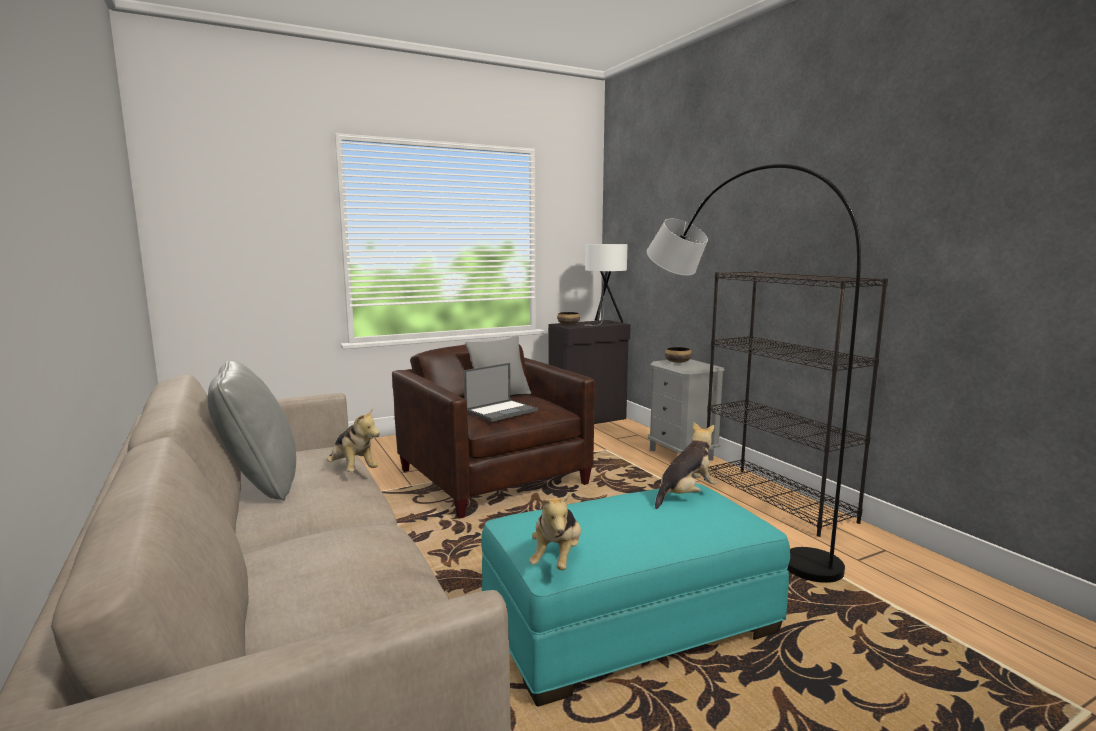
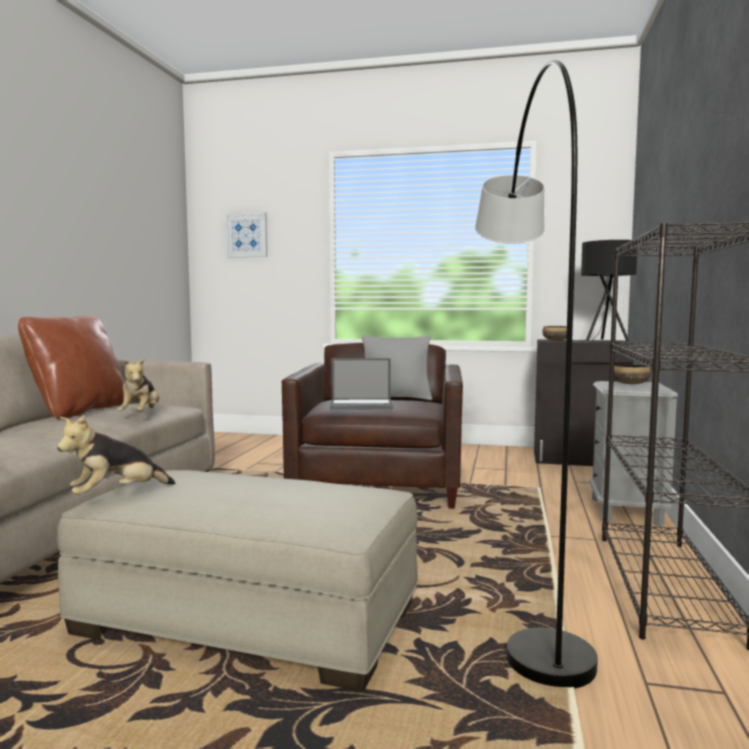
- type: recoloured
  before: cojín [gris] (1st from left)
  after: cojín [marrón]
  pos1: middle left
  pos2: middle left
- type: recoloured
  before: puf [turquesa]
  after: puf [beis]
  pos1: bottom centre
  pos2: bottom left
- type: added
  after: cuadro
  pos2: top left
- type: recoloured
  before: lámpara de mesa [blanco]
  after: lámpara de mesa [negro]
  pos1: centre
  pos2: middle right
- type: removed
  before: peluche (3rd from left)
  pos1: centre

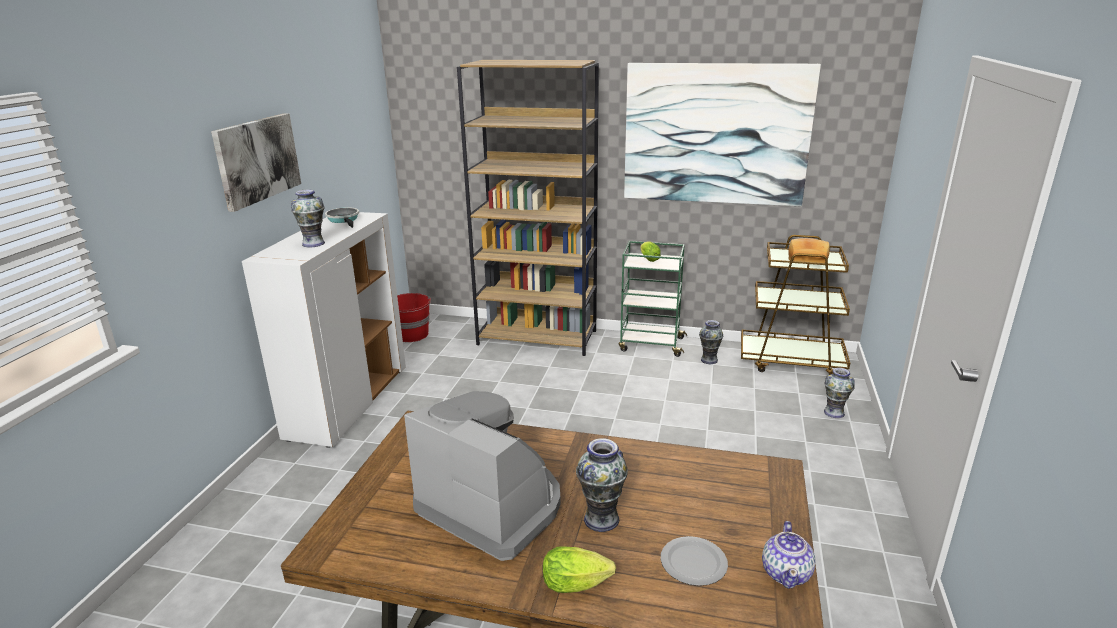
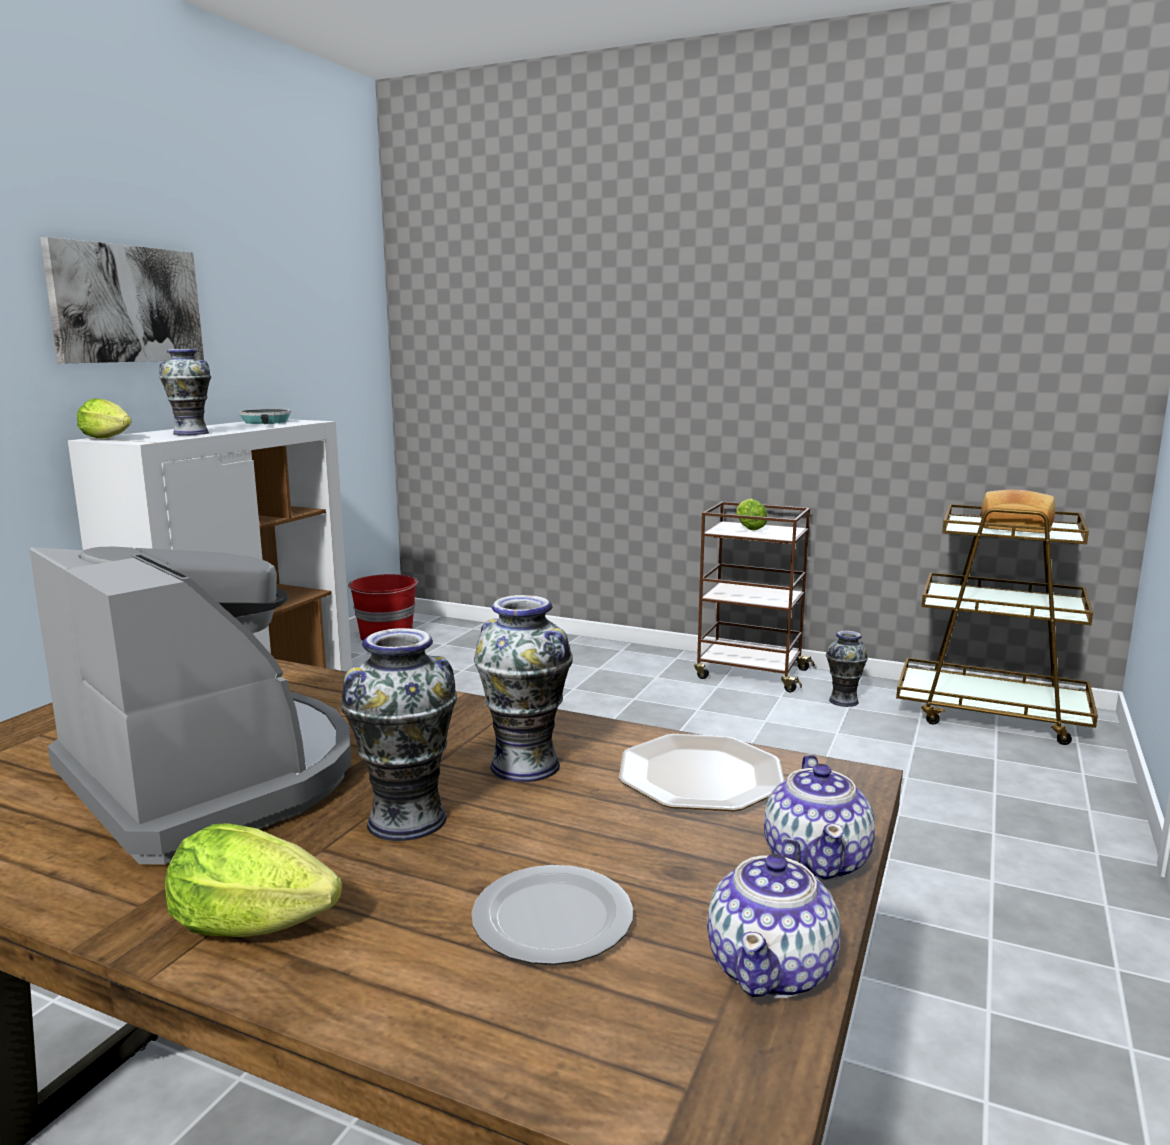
- type: added
  after: lechuga (1st from left)
  pos2: middle left
- type: moved
  before: florero (4th from left in the first image)
  after: florero (3rd from left)
  pos1: middle right
  pos2: centre
- type: added
  after: plato (2nd from left)
  pos2: bottom centre
- type: recoloured
  before: carrito [verde]
  after: carrito [marrón] (1st from left)
  pos1: centre
  pos2: centre
- type: added
  after: tetera (2nd from left)
  pos2: bottom right
- type: removed
  before: estantería [marrón]
  pos1: top centre
- type: removed
  before: cuadro (2nd from left)
  pos1: top centre

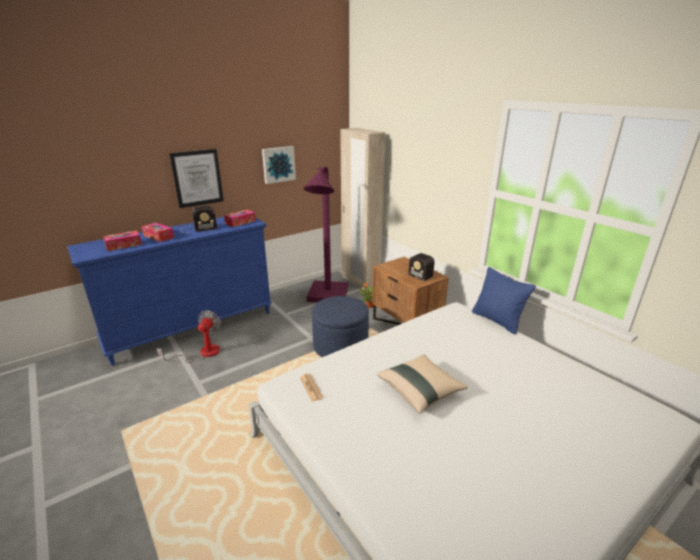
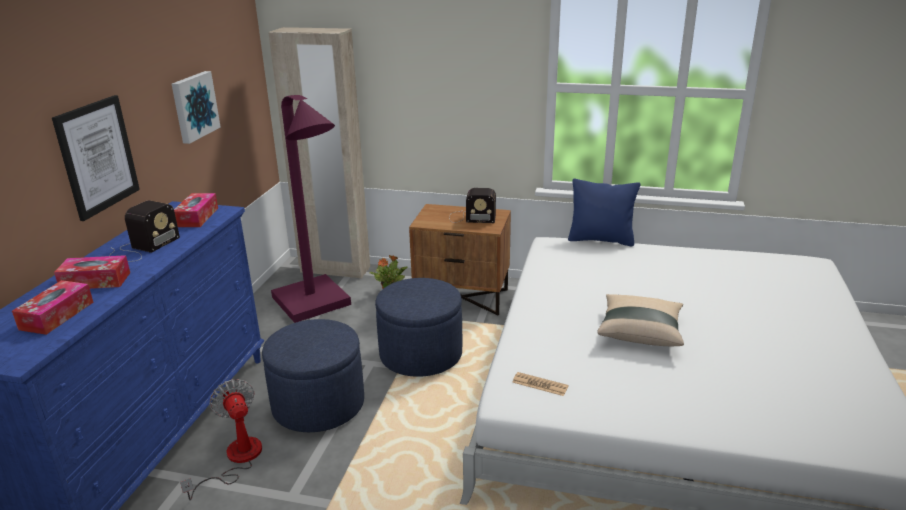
- type: added
  after: puf [azul] (1st from left)
  pos2: bottom centre

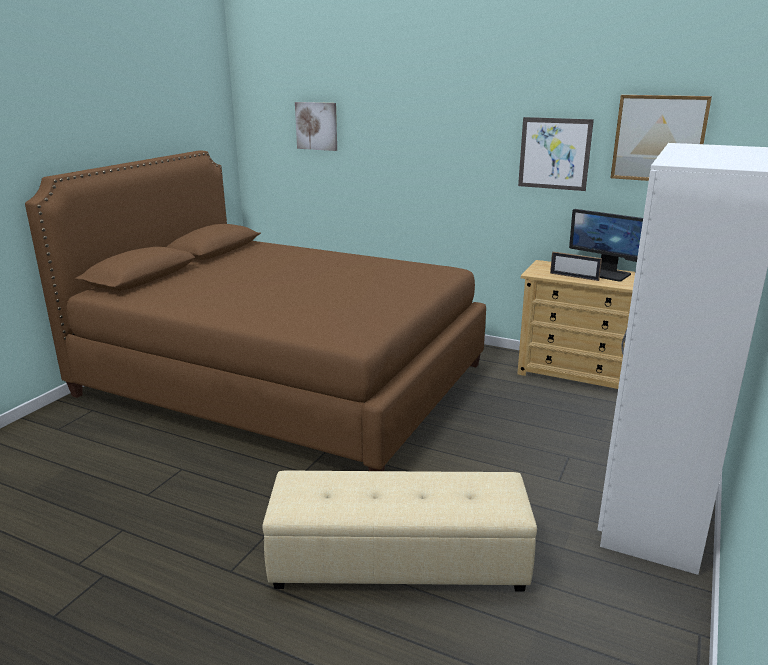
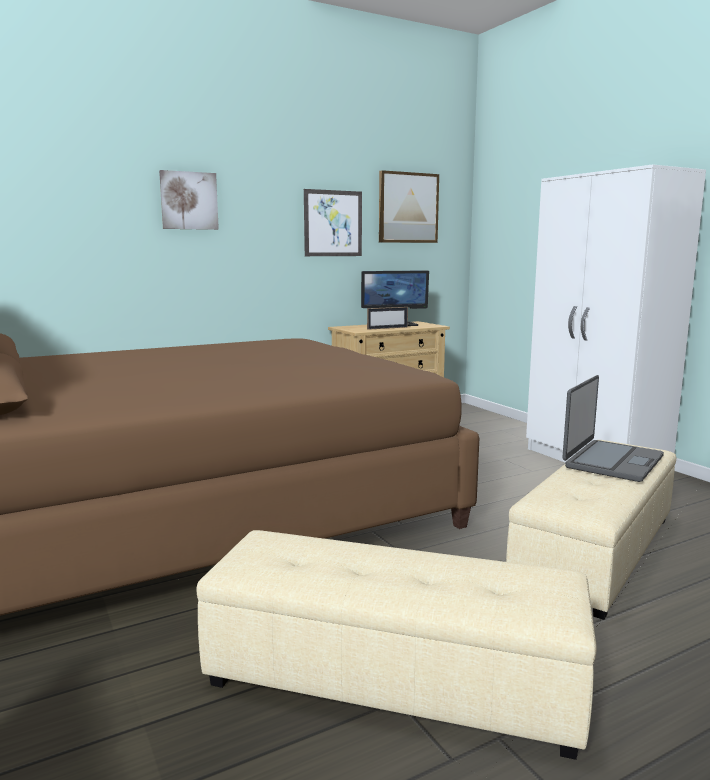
- type: moved
  before: cuadro (1st from left)
  pos1: top centre
  pos2: top left
- type: added
  after: puf [beis] (1st from left)
  pos2: bottom centre
- type: added
  after: portátil
  pos2: middle right

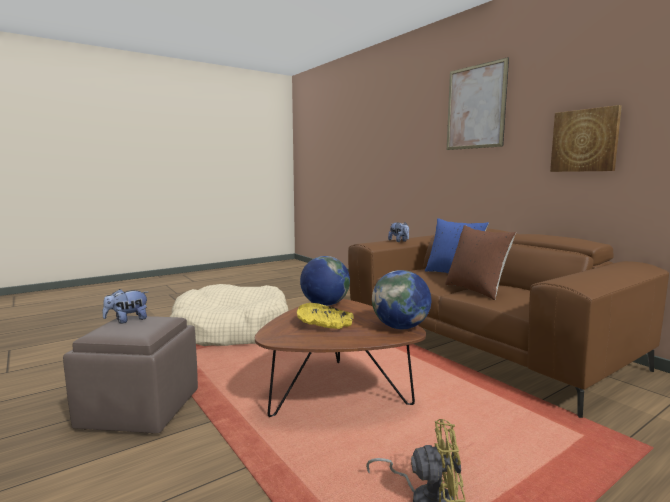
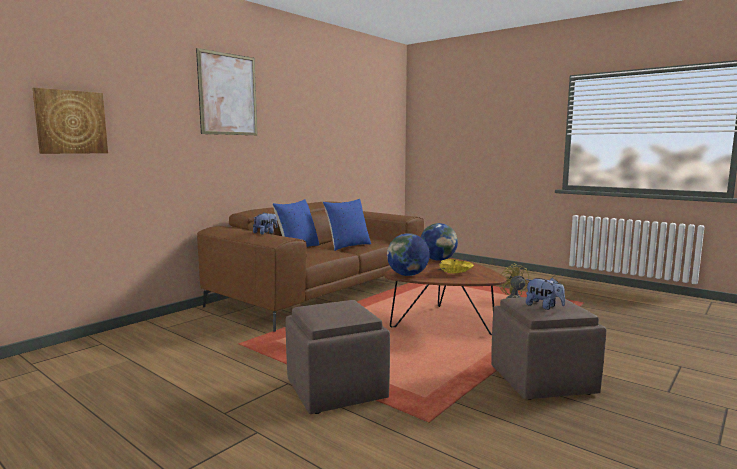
- type: moved
  before: cuadro (2nd from left in the first image)
  after: cuadro (1st from left)
  pos1: top right
  pos2: top left
- type: replaced
  before: cama para perro [beis]
  after: puf [marrón] (1st from left)
  pos1: centre
  pos2: bottom centre
- type: recoloured
  before: cojín [marrón]
  after: cojín [azul] (2nd from left)
  pos1: middle right
  pos2: centre

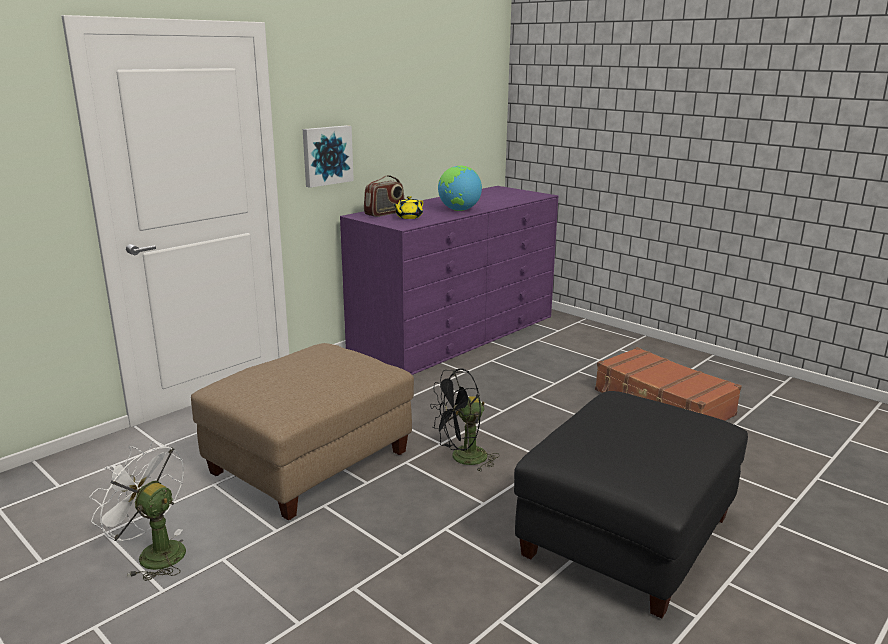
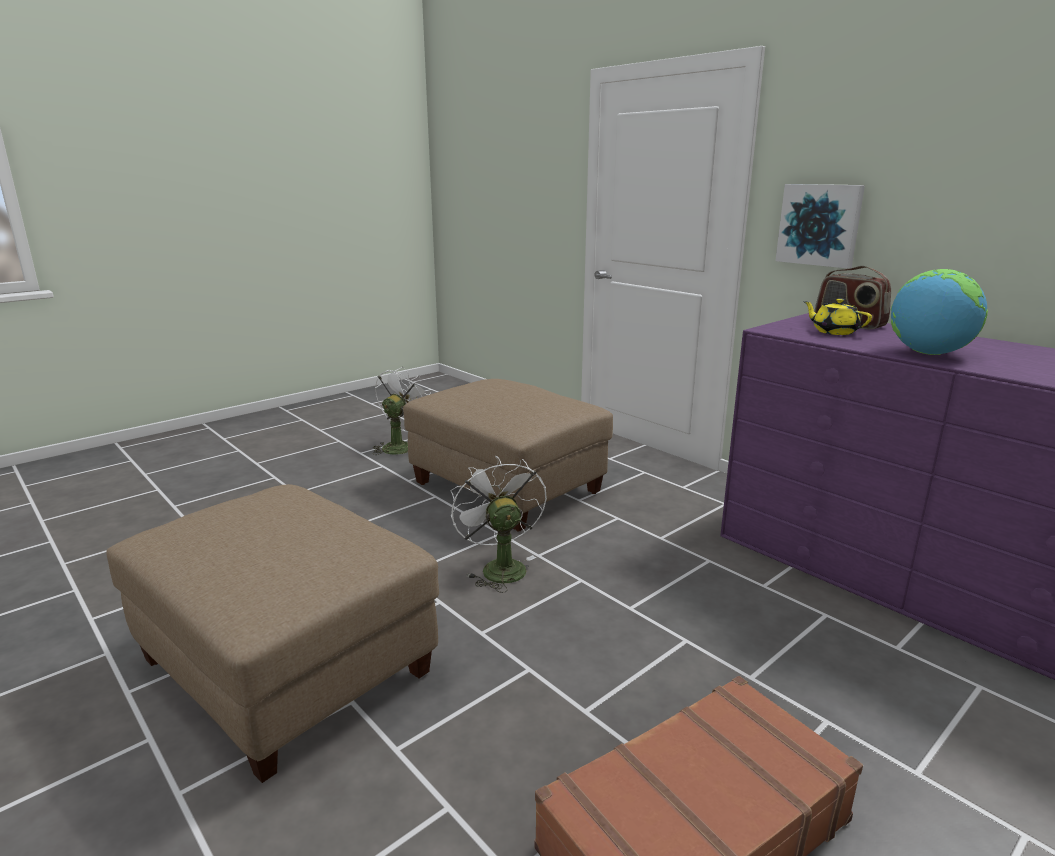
- type: recoloured
  before: puf [negro]
  after: puf [beis] (1st from left)
  pos1: bottom right
  pos2: bottom left
- type: recoloured
  before: ventilador [negro]
  after: ventilador [blanco] (2nd from left)
  pos1: centre
  pos2: centre

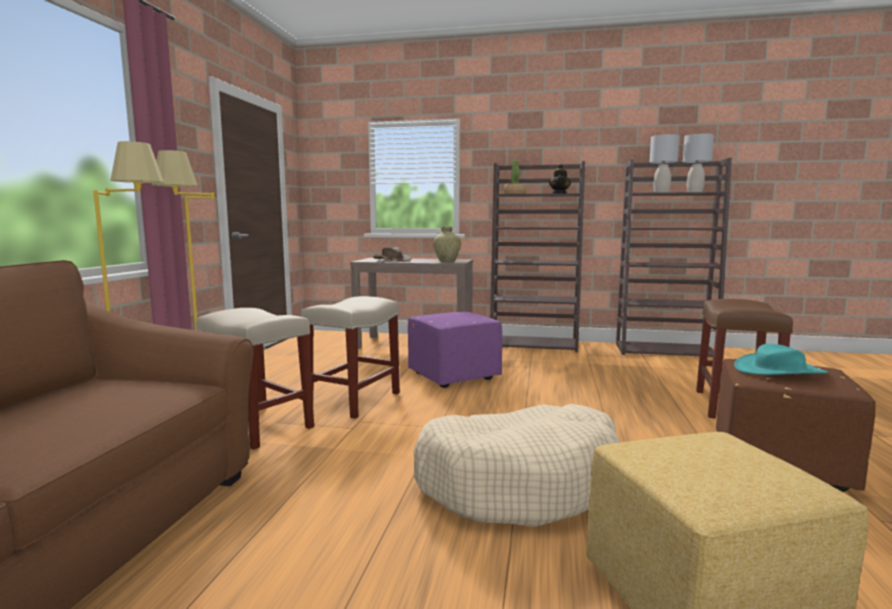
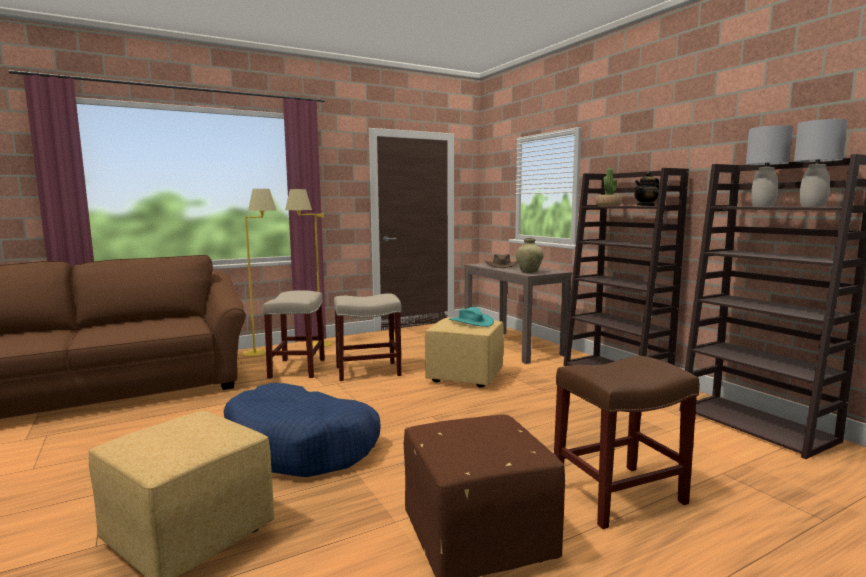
- type: recoloured
  before: cama para perro [beis]
  after: cama para perro [azul]
  pos1: bottom centre
  pos2: bottom centre
- type: recoloured
  before: puf [morado]
  after: puf [amarillo] (2nd from left)
  pos1: centre
  pos2: centre
- type: moved
  before: sombrero [turquesa]
  pos1: middle right
  pos2: centre

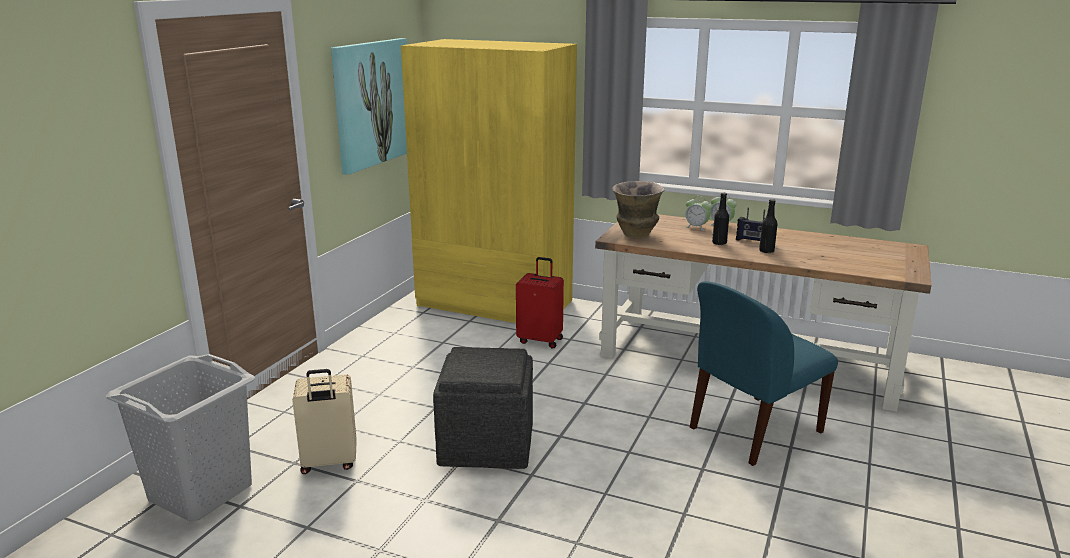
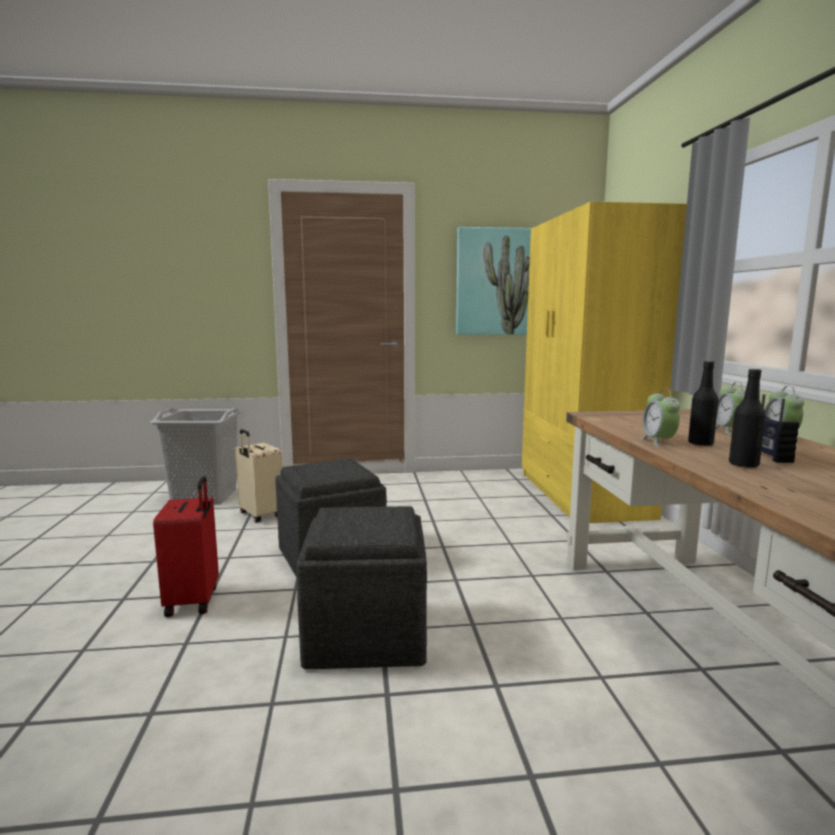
- type: moved
  before: maleta [rojo]
  pos1: centre
  pos2: middle left
- type: added
  after: puf [gris] (2nd from left)
  pos2: bottom centre
- type: added
  after: despertador (1st from left)
  pos2: middle right
- type: removed
  before: florero
  pos1: centre
- type: removed
  before: silla [azul]
  pos1: bottom right

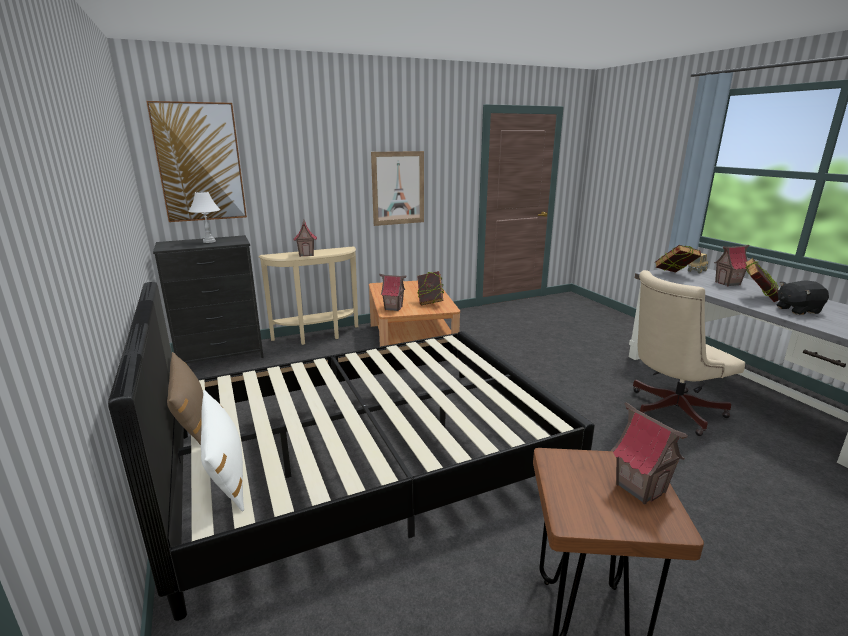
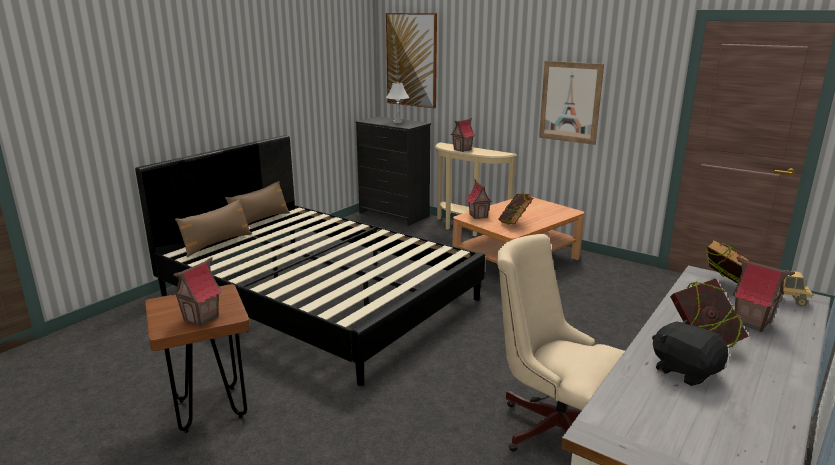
- type: recoloured
  before: cojín [blanco]
  after: cojín [marrón] (1st from left)
  pos1: bottom left
  pos2: middle left

